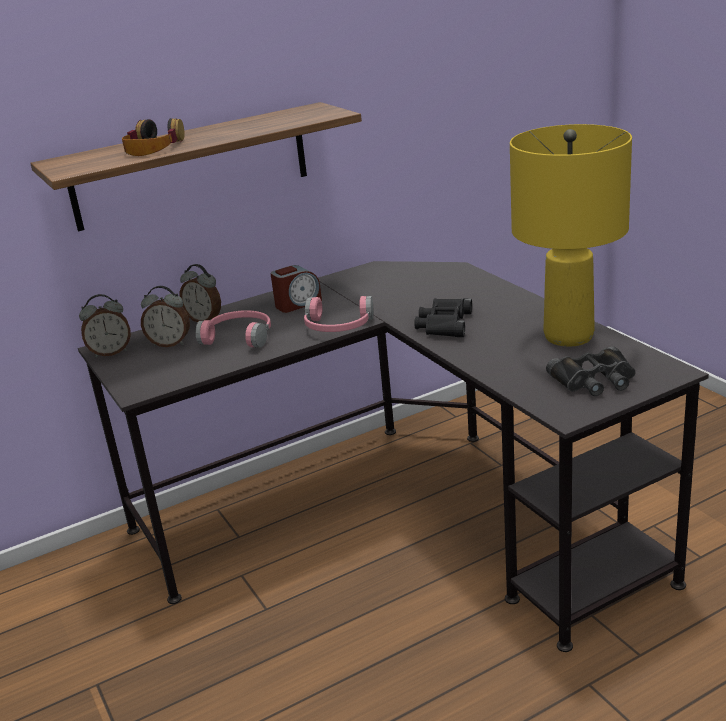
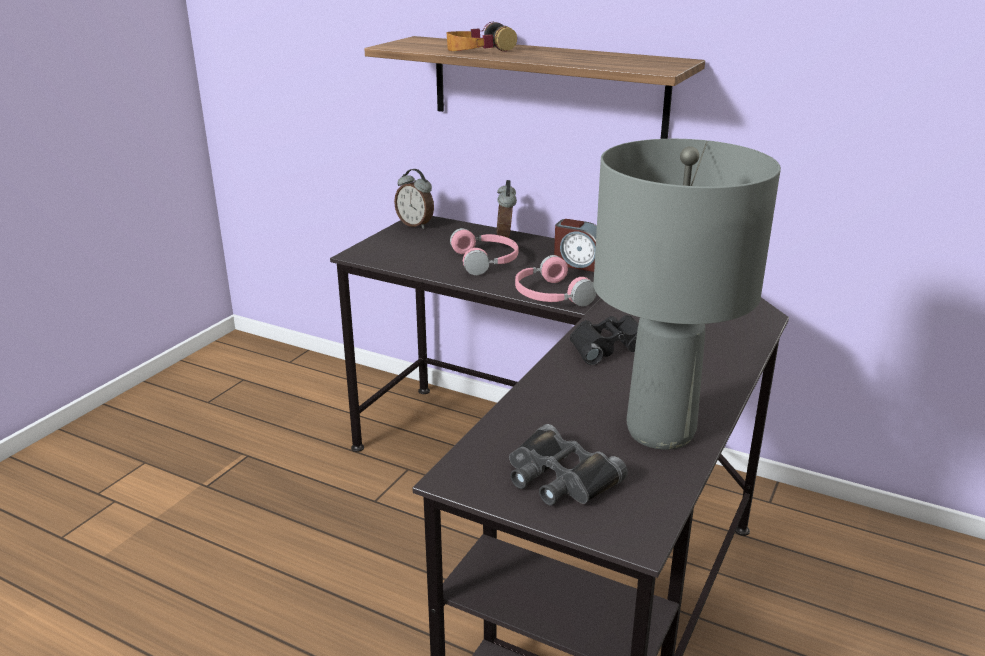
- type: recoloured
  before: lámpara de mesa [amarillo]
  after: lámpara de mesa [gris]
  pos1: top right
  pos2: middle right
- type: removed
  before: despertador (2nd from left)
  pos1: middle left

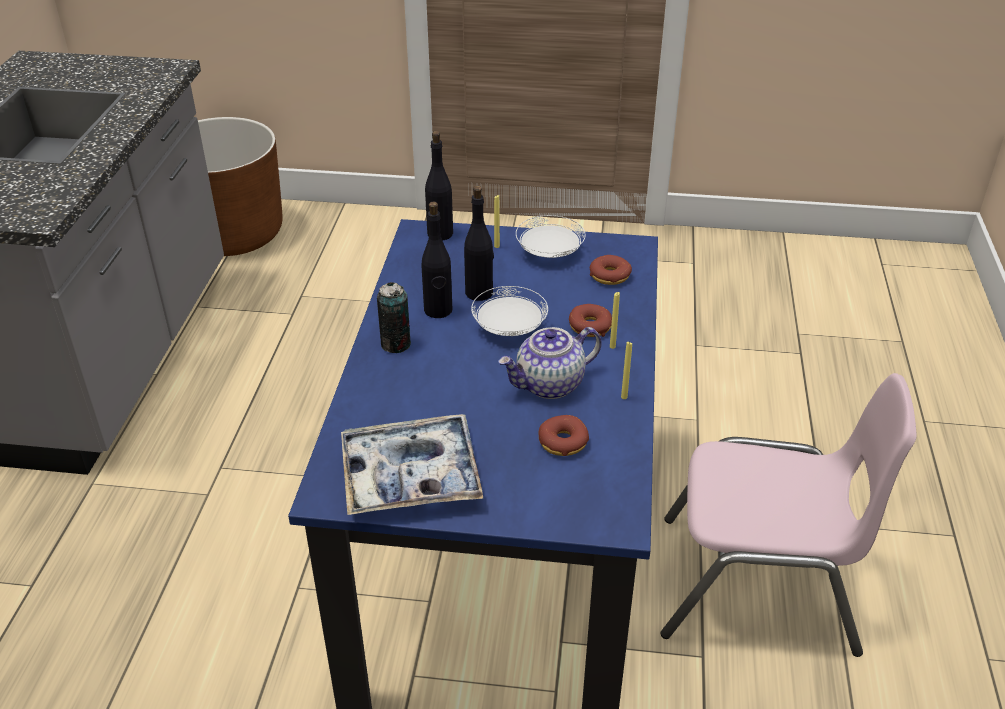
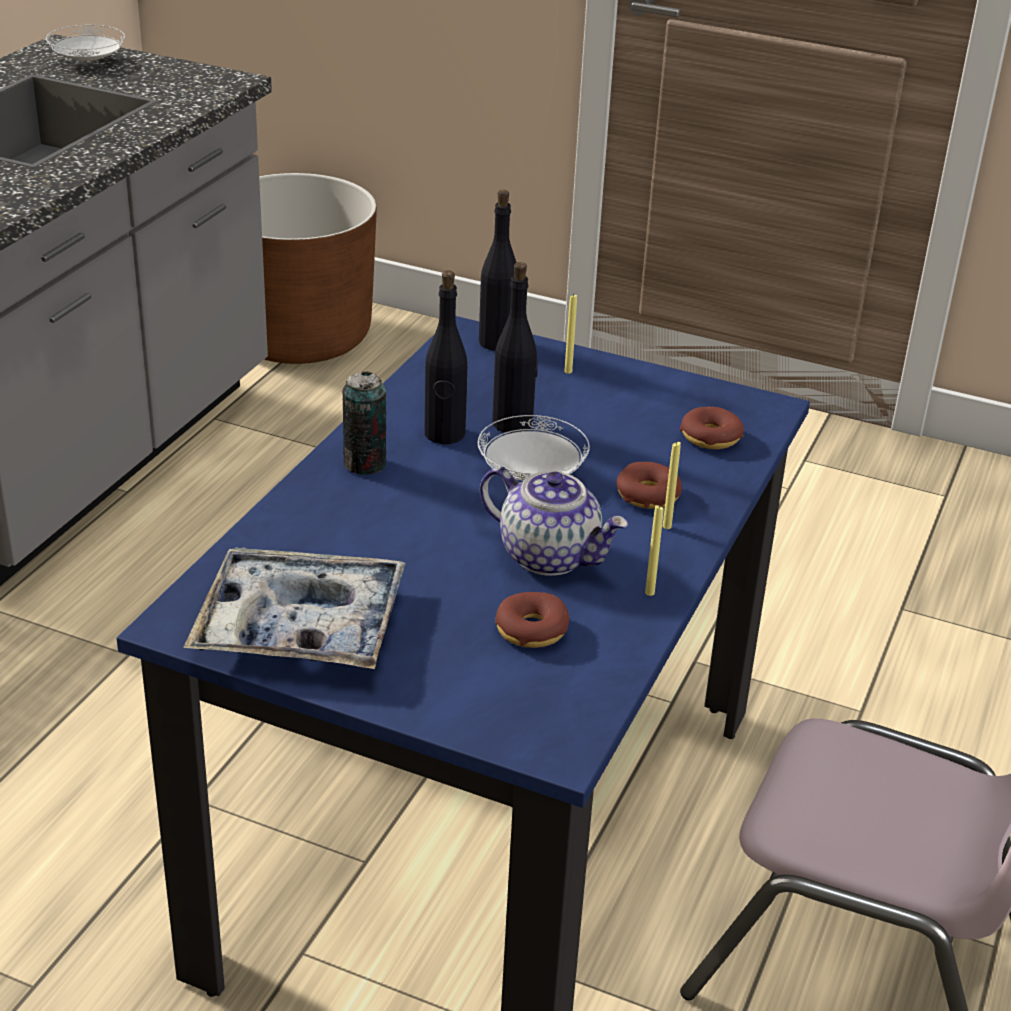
- type: moved
  before: plato [blanco] (2nd from left in the first image)
  after: plato [blanco] (1st from left)
  pos1: top centre
  pos2: top left
- type: turned
  before: tetera
  pos1: centre
  pos2: centre
  turn: -135

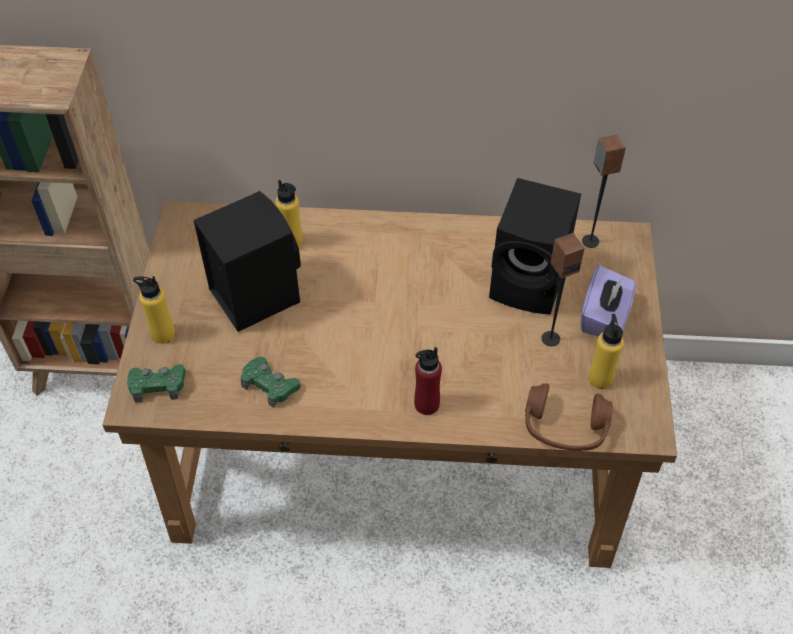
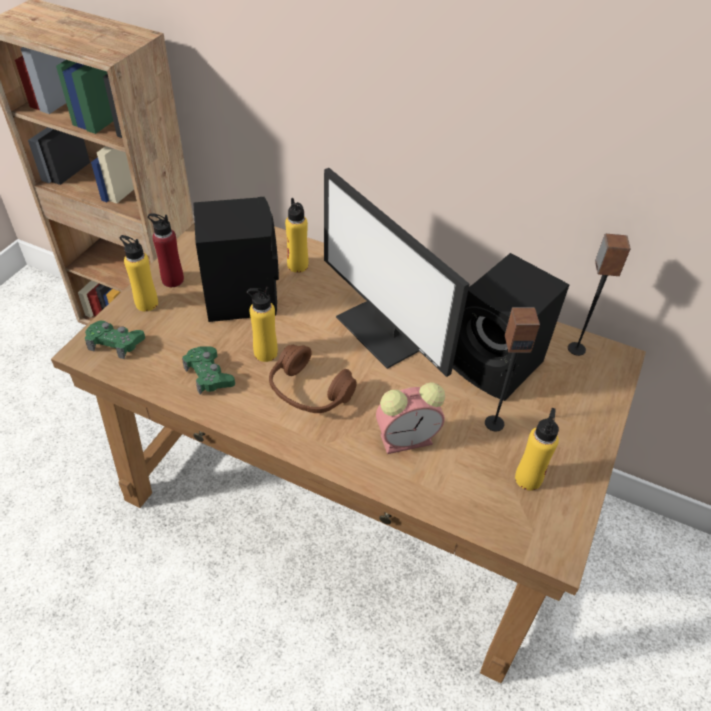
- type: moved
  before: botella [rojo]
  pos1: centre
  pos2: middle left
- type: added
  after: botella [amarillo] (2nd from left)
  pos2: centre
- type: moved
  before: auriculares [marrón]
  pos1: middle right
  pos2: centre
- type: added
  after: monitor
  pos2: centre
- type: added
  after: despertador
  pos2: centre
- type: removed
  before: caja de pañuelos [morado]
  pos1: middle right

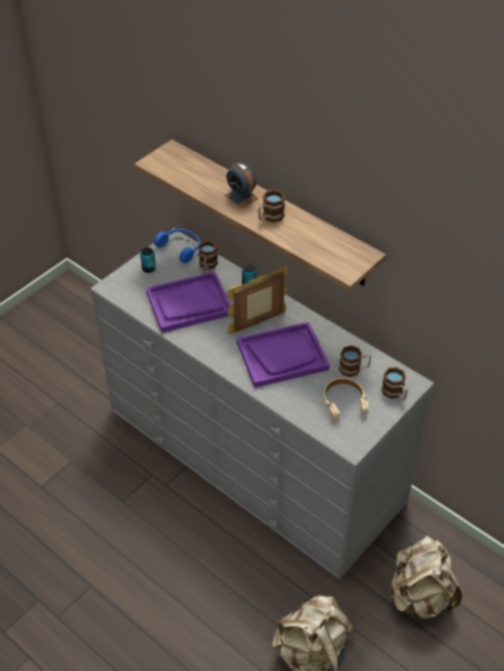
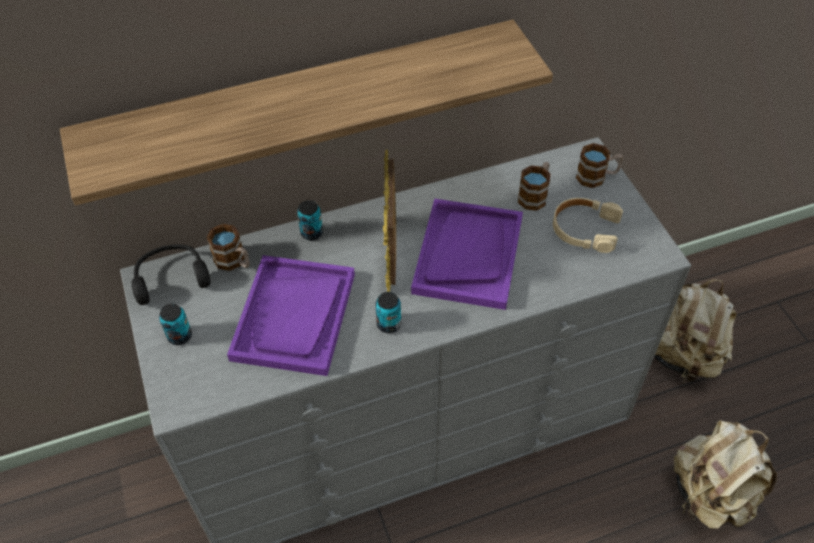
- type: recoloured
  before: auriculares [azul]
  after: auriculares [negro]
  pos1: centre
  pos2: middle left
- type: added
  after: lata (3rd from left)
  pos2: centre
- type: removed
  before: despertador
  pos1: top centre
- type: removed
  before: taza grande (2nd from left)
  pos1: top centre

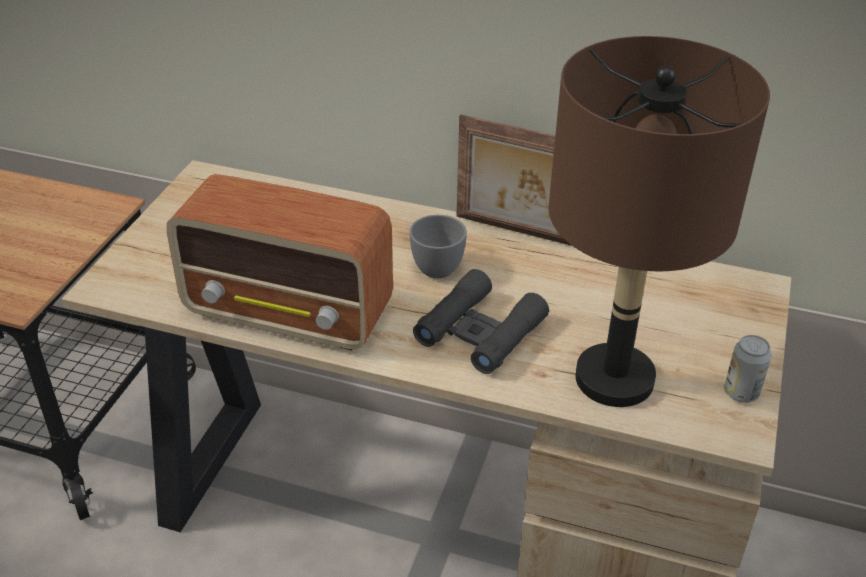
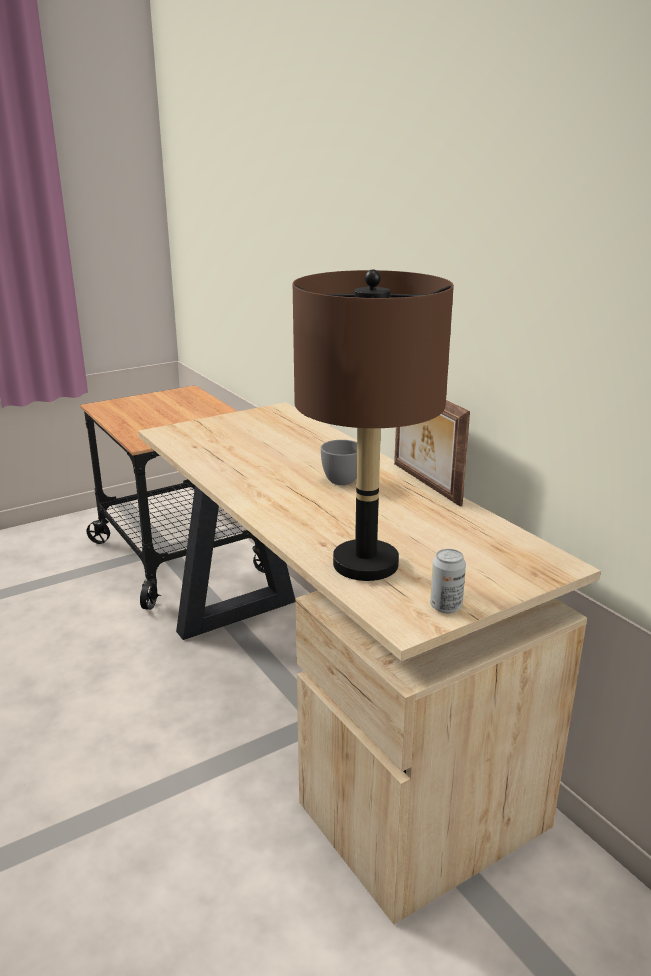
- type: removed
  before: radio
  pos1: middle left
- type: removed
  before: prismáticos [negro]
  pos1: centre

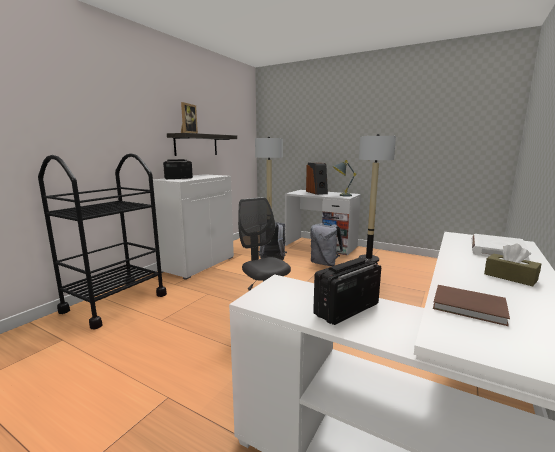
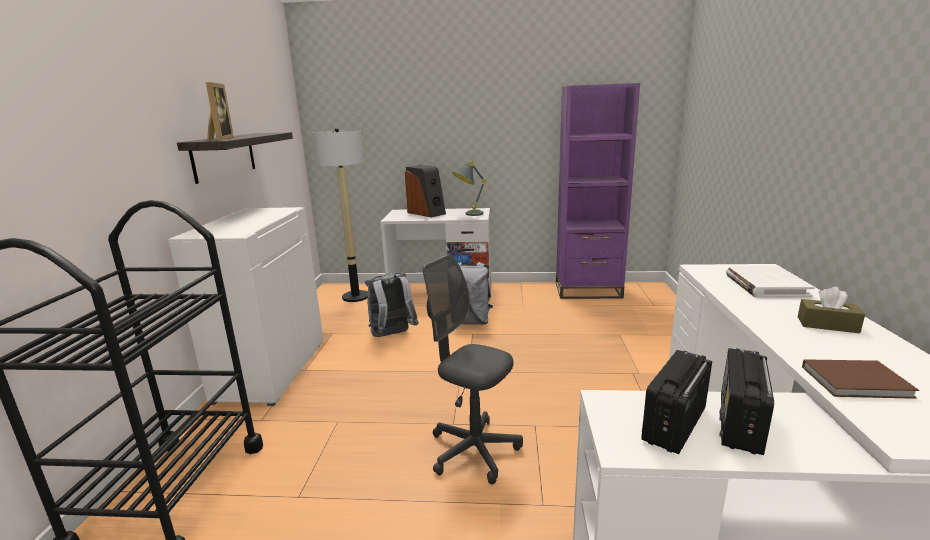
- type: added
  after: estantería [morado]
  pos2: centre
- type: moved
  before: radio (1st from left)
  pos1: middle left
  pos2: bottom right
- type: removed
  before: lámpara de pie (2nd from left)
  pos1: middle right

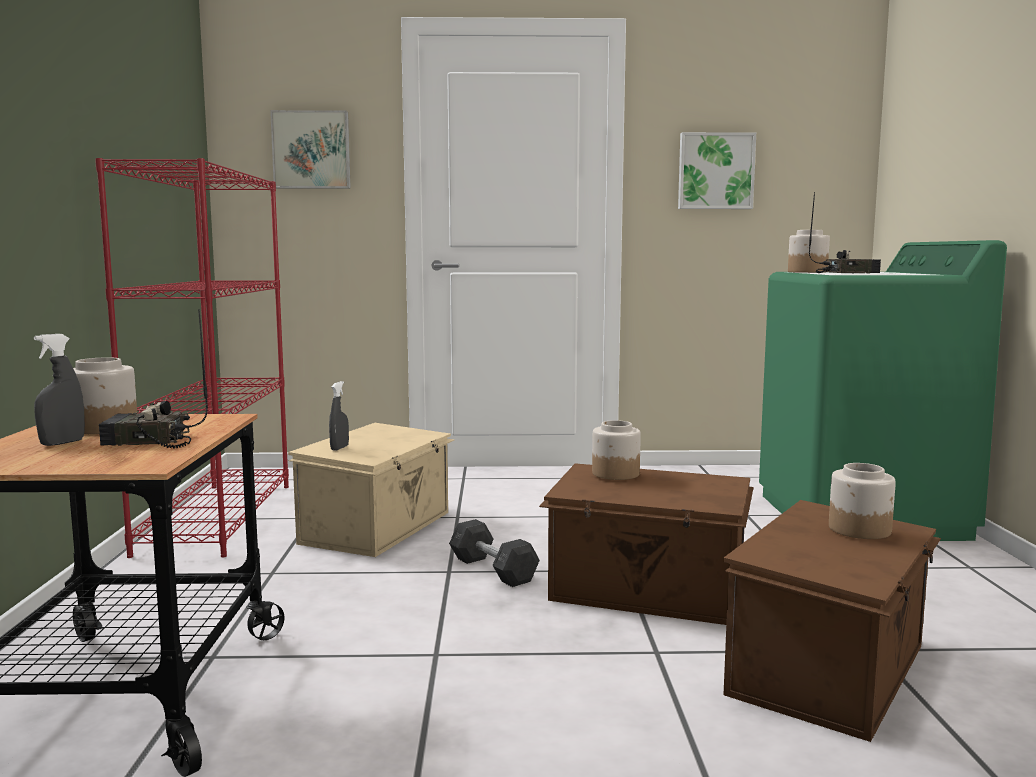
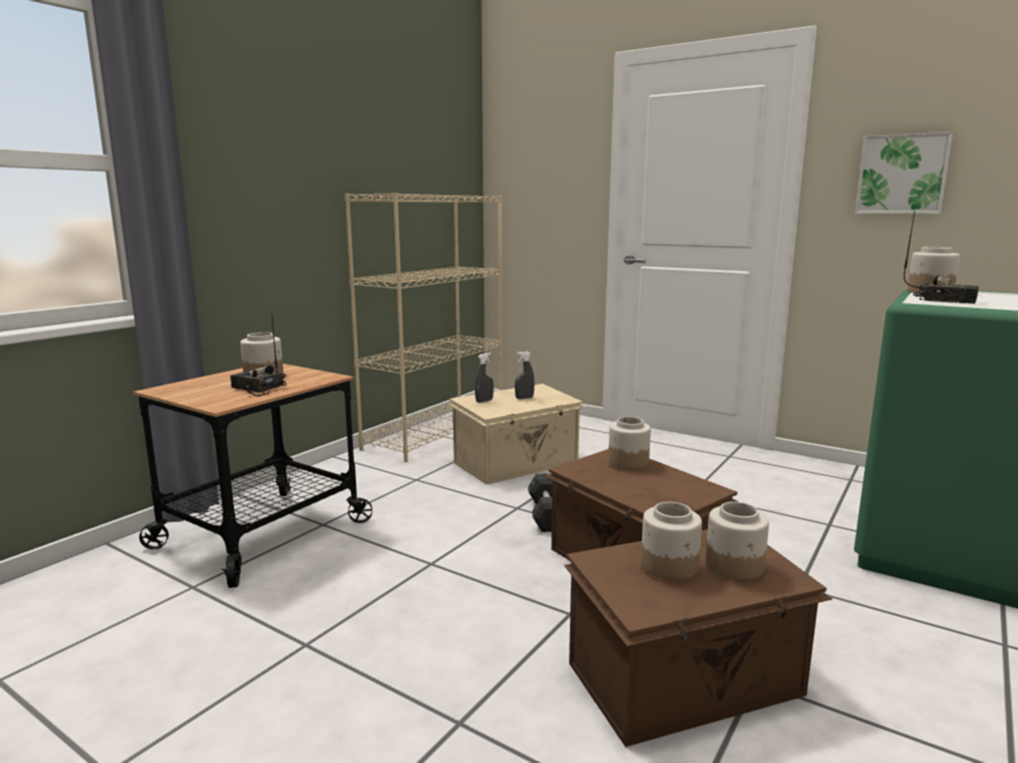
- type: recoloured
  before: estantería [rojo]
  after: estantería [beis]
  pos1: middle left
  pos2: centre
- type: moved
  before: pulverizador [gris] (1st from left in the first image)
  after: pulverizador [gris] (2nd from left)
  pos1: middle left
  pos2: centre
- type: added
  after: tarro (3rd from left)
  pos2: bottom centre
- type: removed
  before: cuadro (1st from left)
  pos1: top left

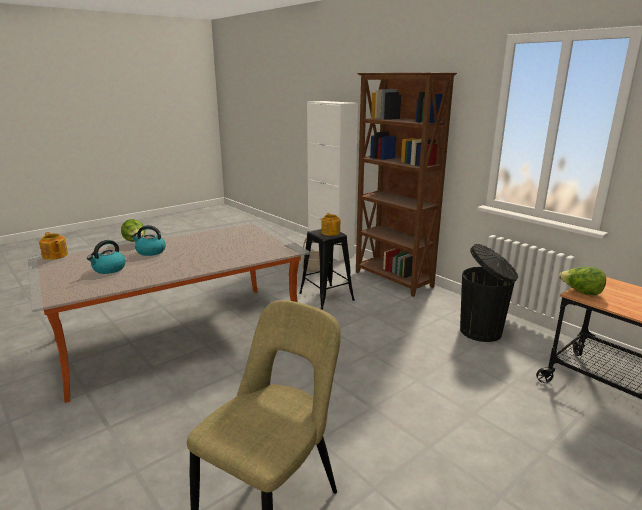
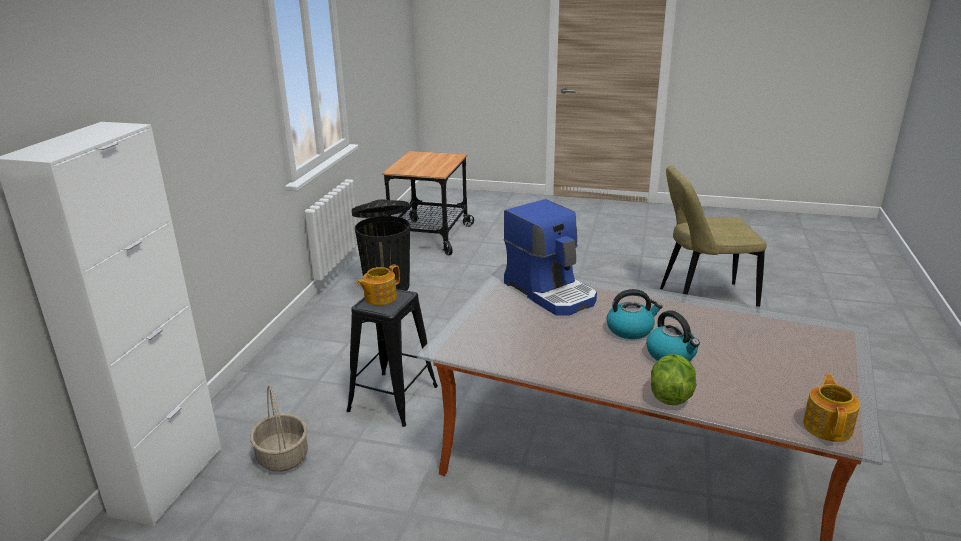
- type: added
  after: cafetera
  pos2: centre
- type: moved
  before: hervidor (1st from left)
  pos1: middle left
  pos2: centre
- type: removed
  before: estantería [marrón]
  pos1: centre
- type: removed
  before: lechuga (2nd from left)
  pos1: middle right

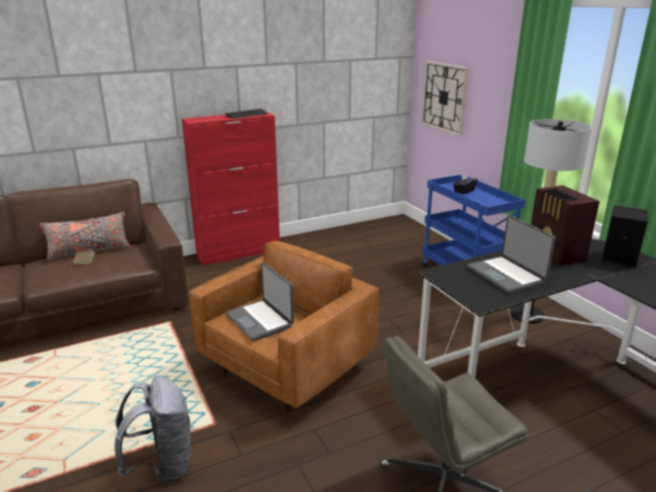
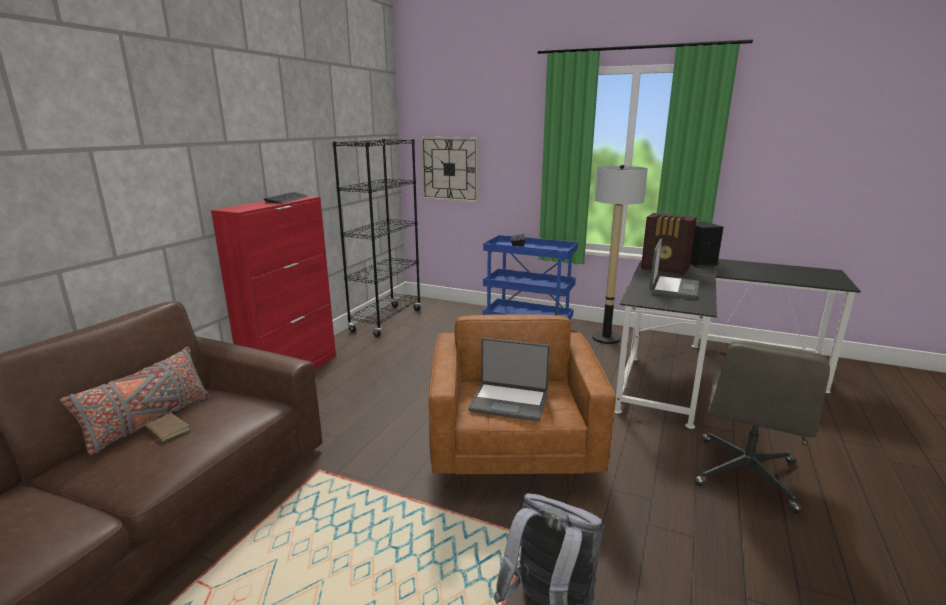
- type: added
  after: estantería [negro]
  pos2: centre
- type: turned
  before: portátil (2nd from left)
  pos1: middle right
  pos2: middle right
  turn: -90

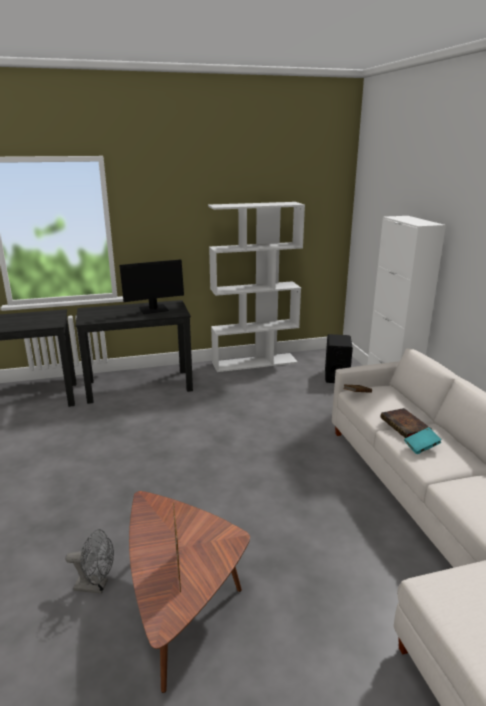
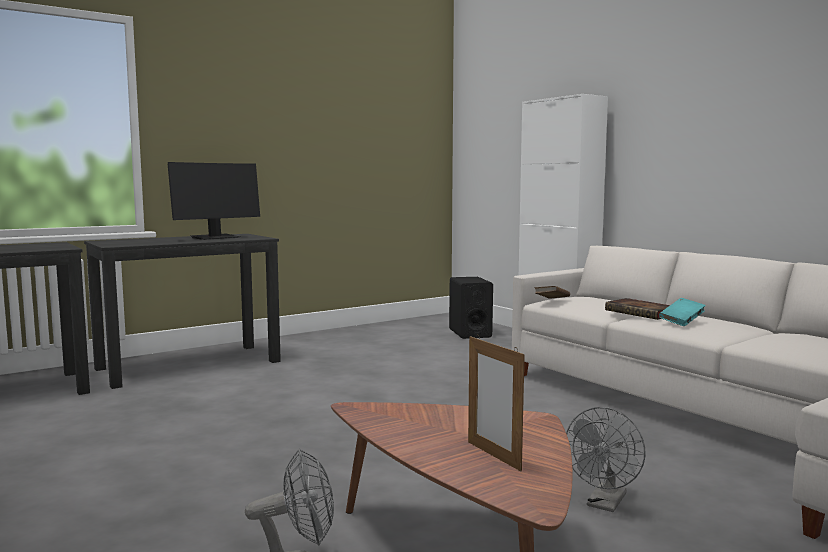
- type: added
  after: ventilador [gris] (2nd from left)
  pos2: bottom right
- type: removed
  before: estantería [blanco]
  pos1: centre

